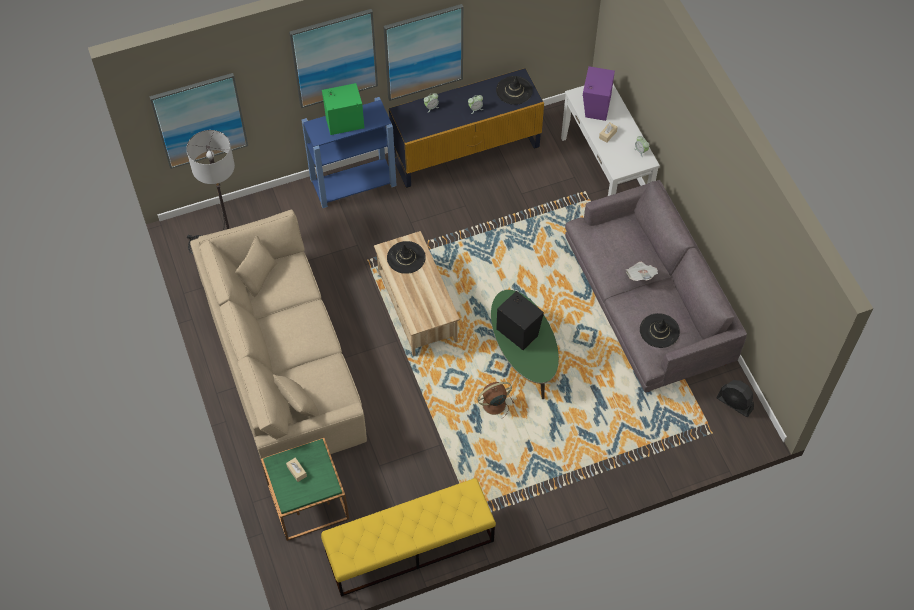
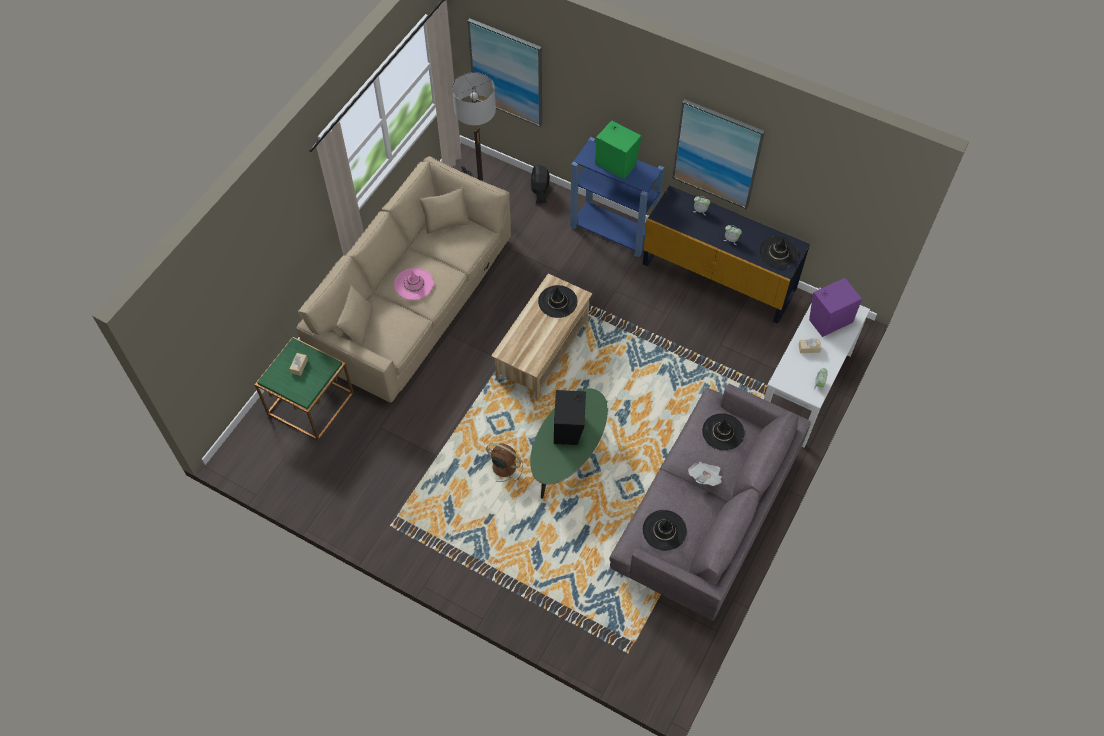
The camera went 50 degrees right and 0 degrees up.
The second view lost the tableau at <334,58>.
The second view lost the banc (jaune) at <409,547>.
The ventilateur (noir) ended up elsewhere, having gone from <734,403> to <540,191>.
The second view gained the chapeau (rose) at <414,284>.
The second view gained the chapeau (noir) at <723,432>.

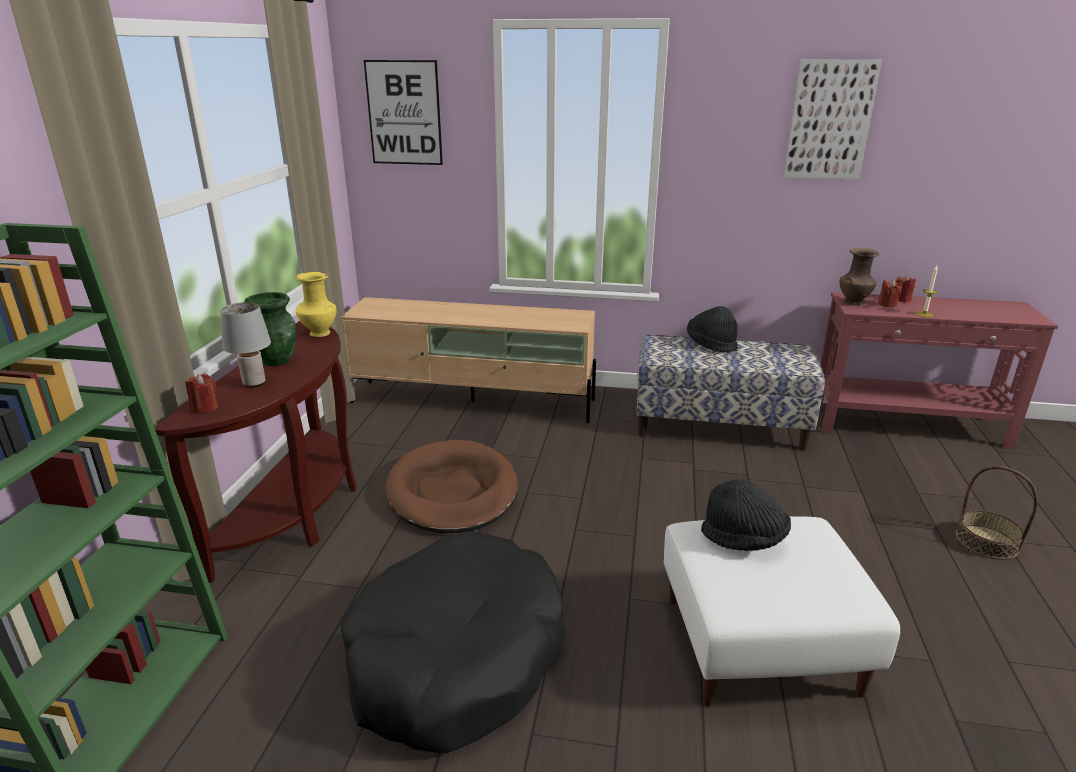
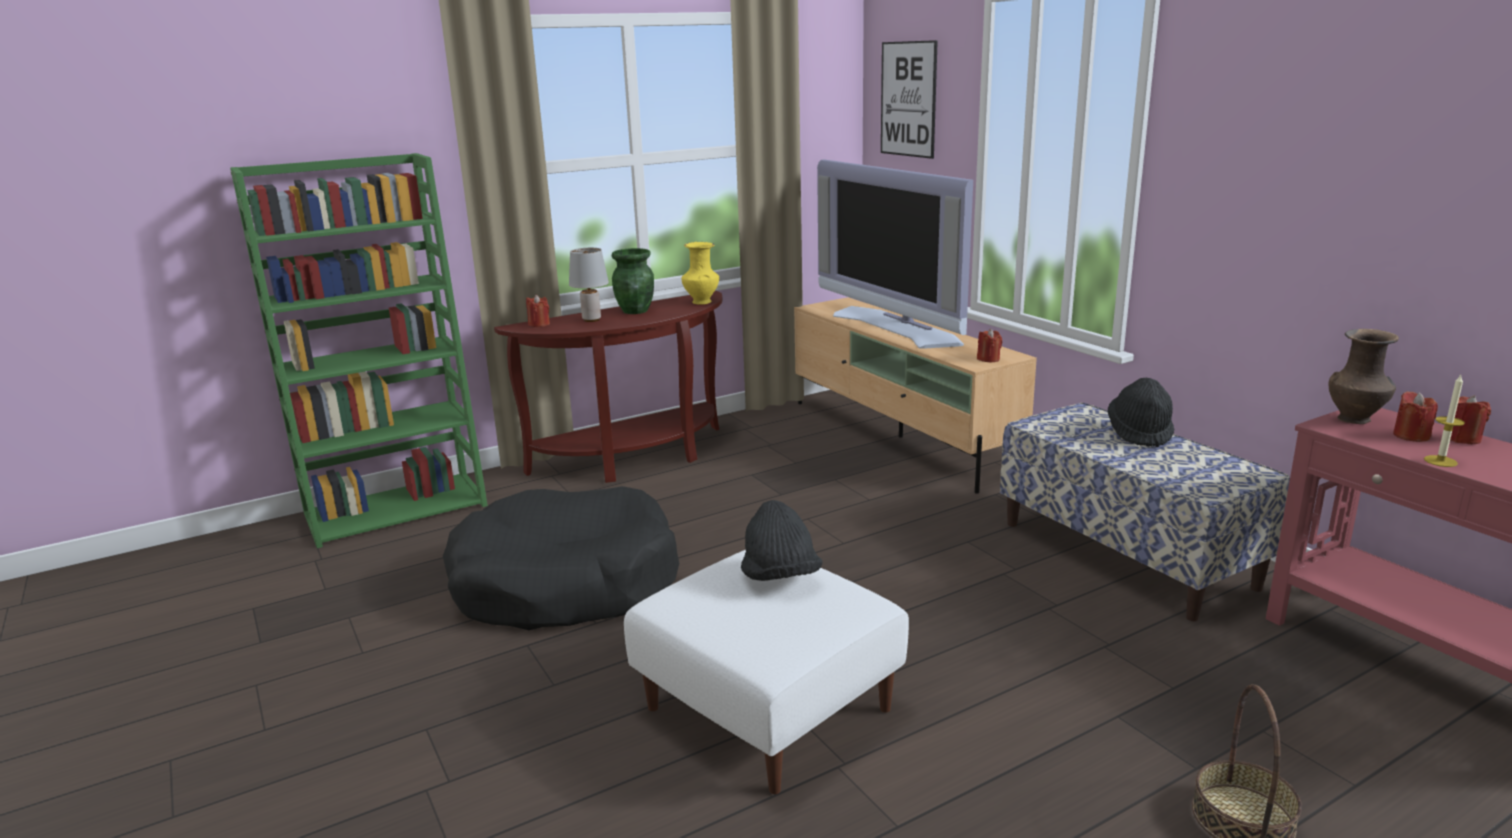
The camera went 50 degrees right and 5 degrees down.
The second view lost the panier pour chien (marron) at <452,492>.
The second view lost the tableau at <830,120>.
The second view gained the téléviseur at <896,327>.
The second view gained the bougie (rouge) at <988,359>.

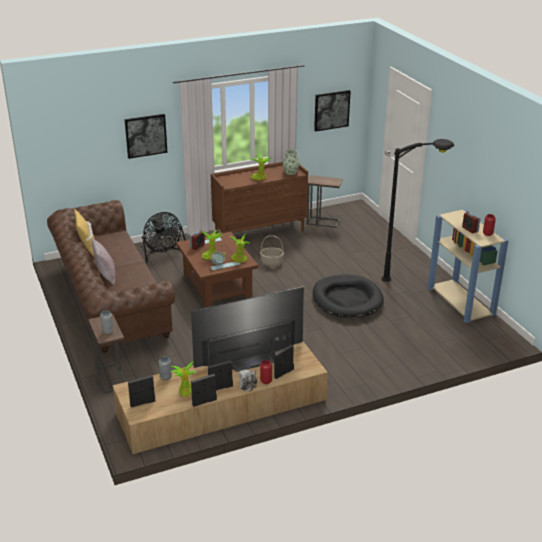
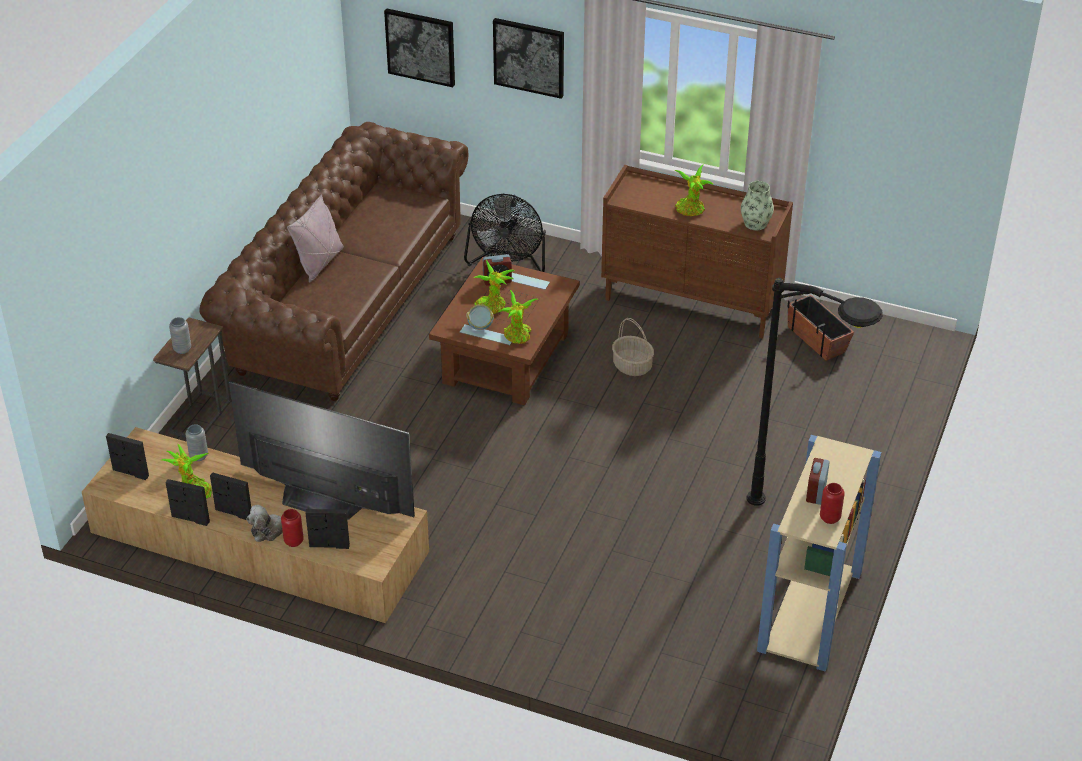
The camera went 45 degrees right and 10 degrees up.
The second view lost the coussin (jaune) at <87,249>.
Where the table d'appoint (marron) stood at <322,222>, the cache-pot came to stand at <817,339>.
The second view lost the panier pour chien (noir) at <347,299>.
The tableau ended up elsewhere, having gone from <331,110> to <421,46>.

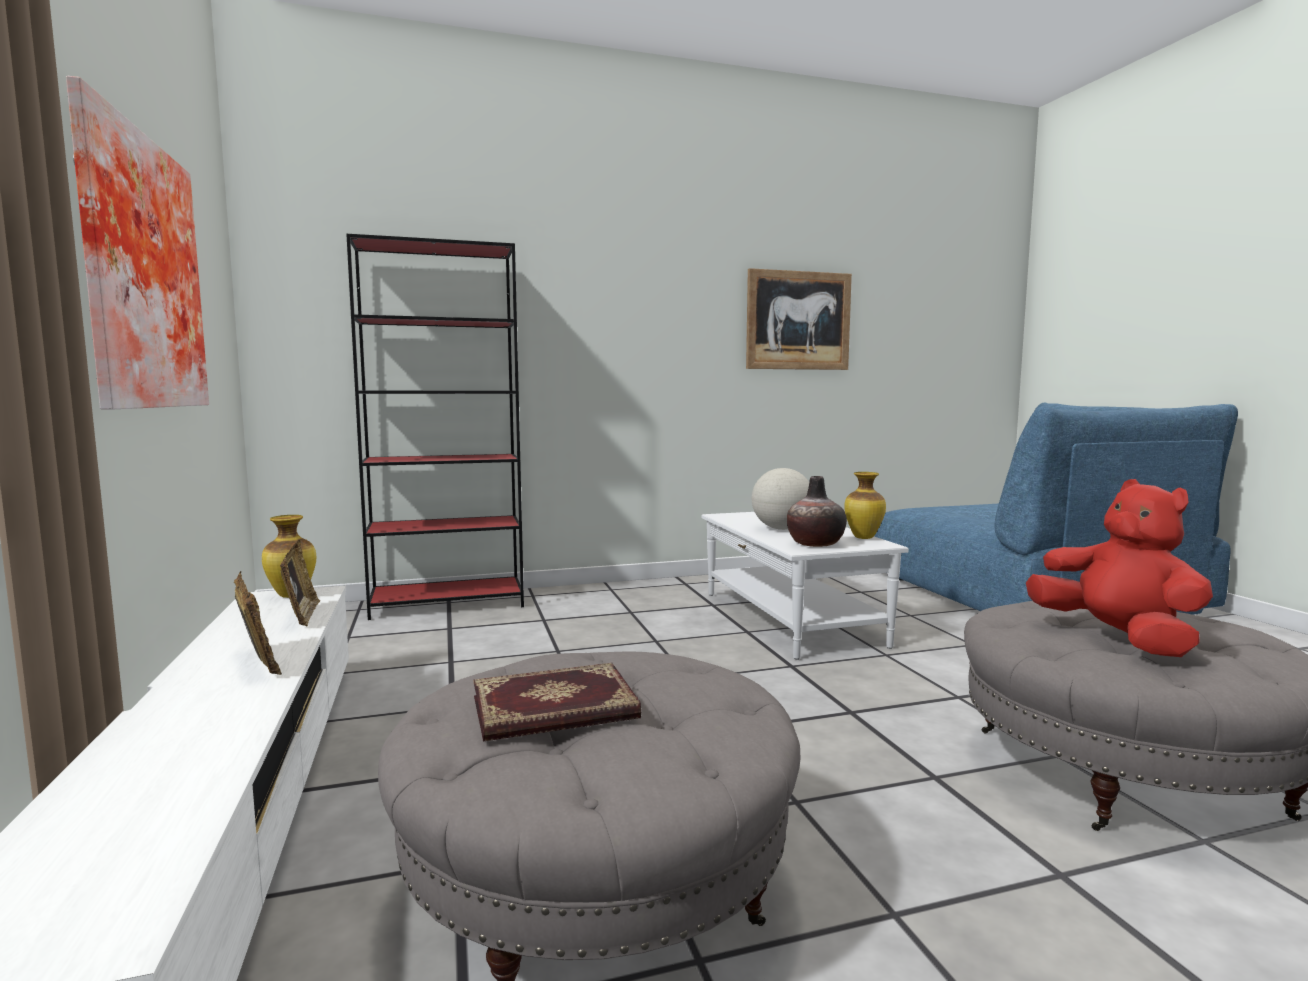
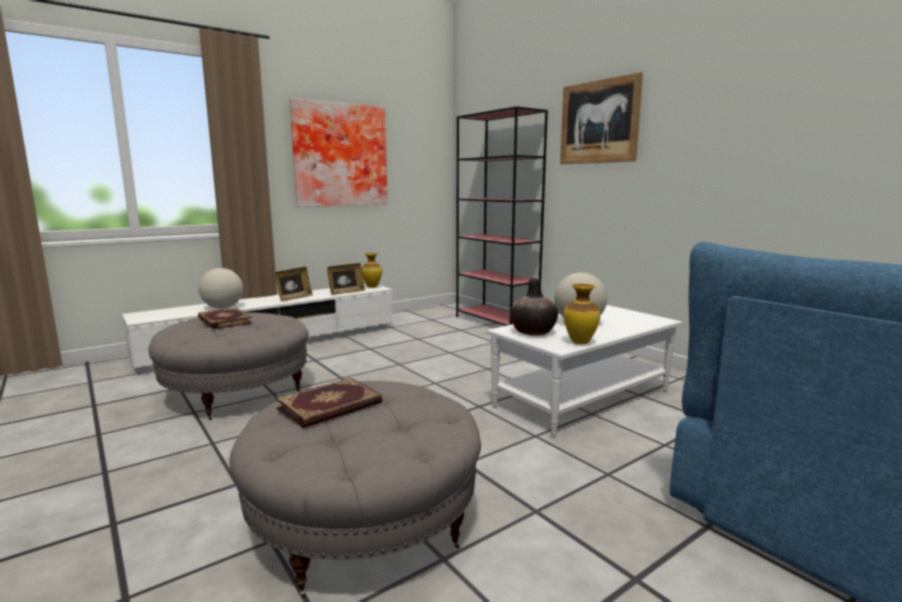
The camera went 70 degrees right and 5 degrees up.
The tableau ended up elsewhere, having gone from <798,321> to <599,122>.
Where the peluche (rouge) stood at <1117,638>, the livre came to stand at <330,406>.
The second view gained the globe at <222,308>.

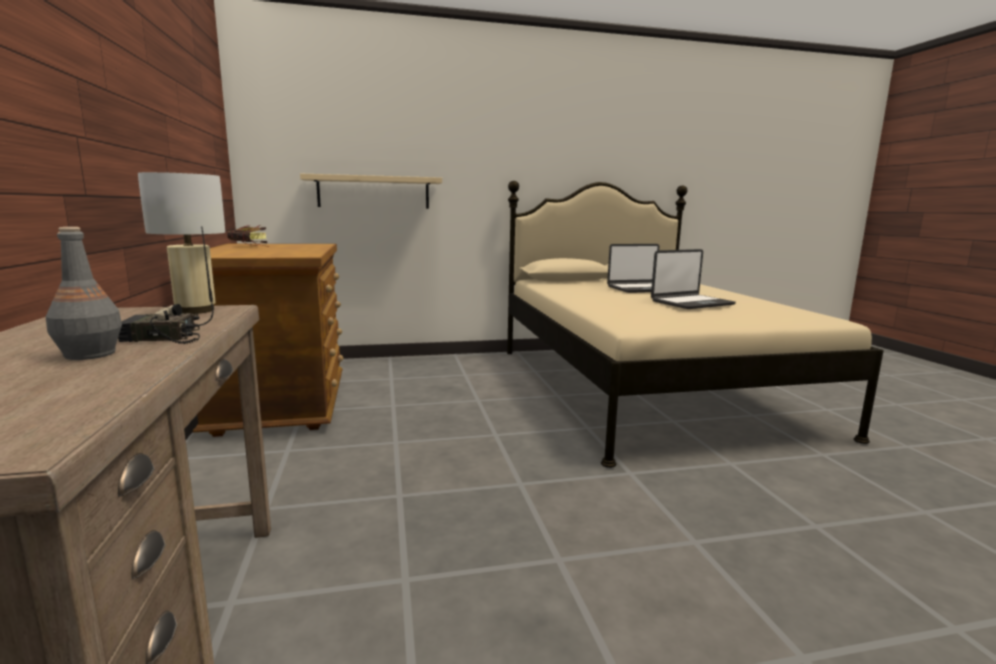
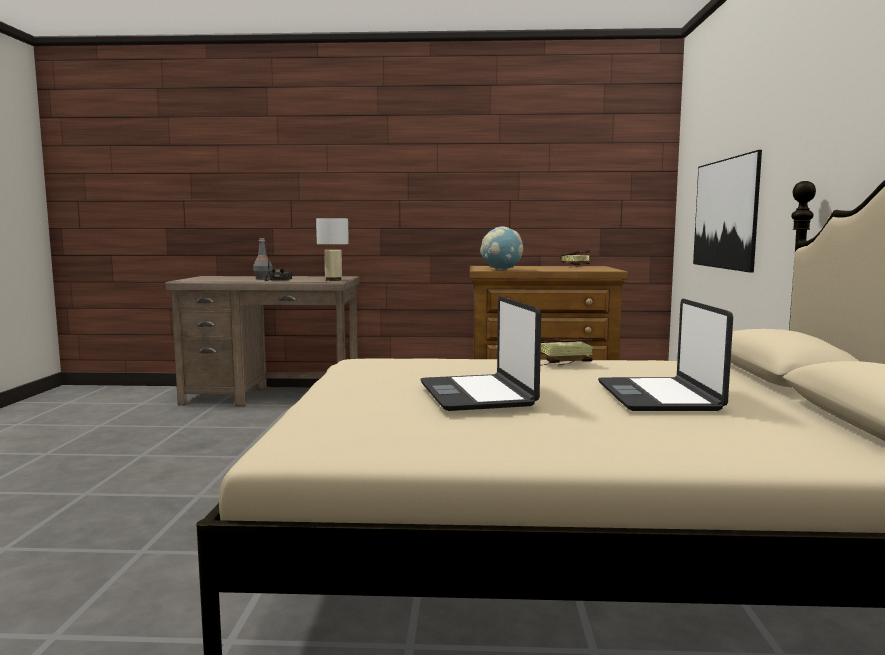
The camera went 105 degrees right and 5 degrees down.
Where the étagère (beige) hung at <373,192>, the tableau came to hang at <724,214>.
The second view gained the globe at <501,269>.
The second view gained the livre at <559,363>.

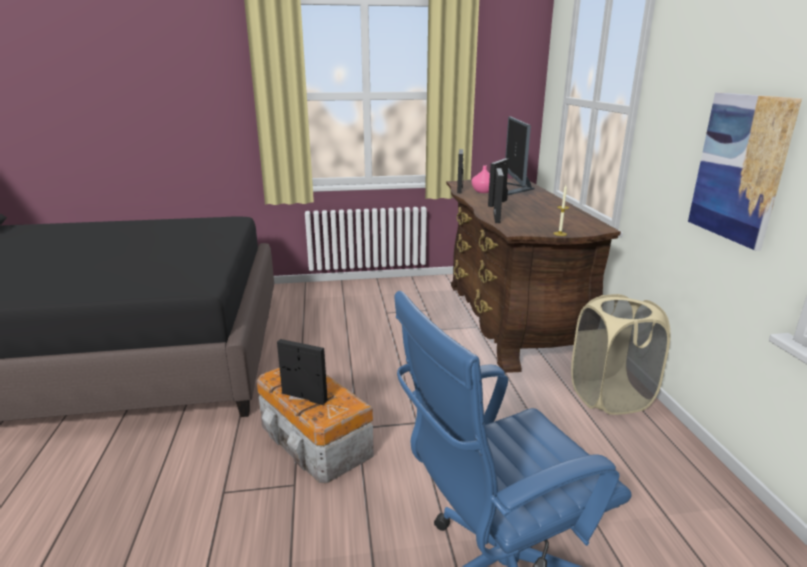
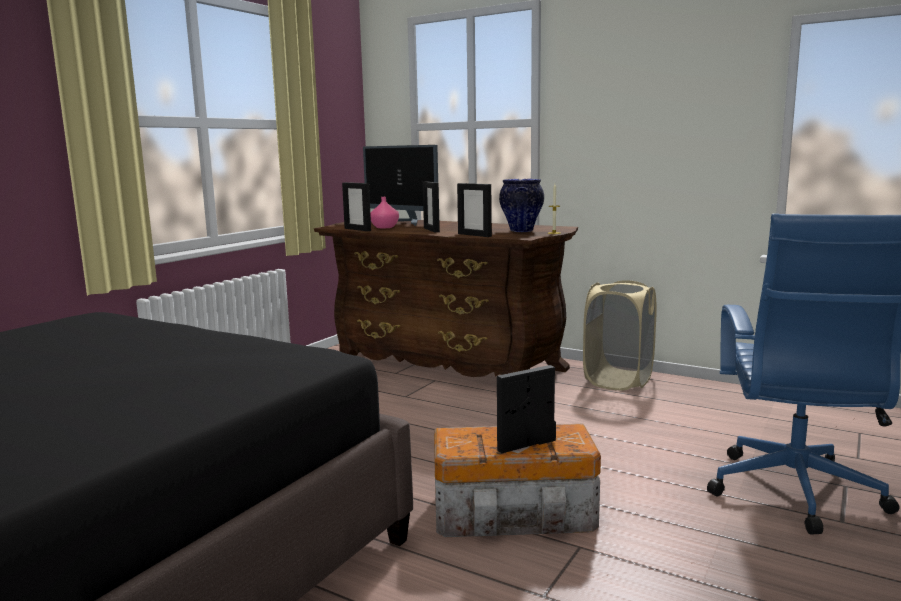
The camera went 50 degrees left and 10 degrees down.
The second view lost the tableau at <739,168>.
The second view gained the vase at <521,231>.

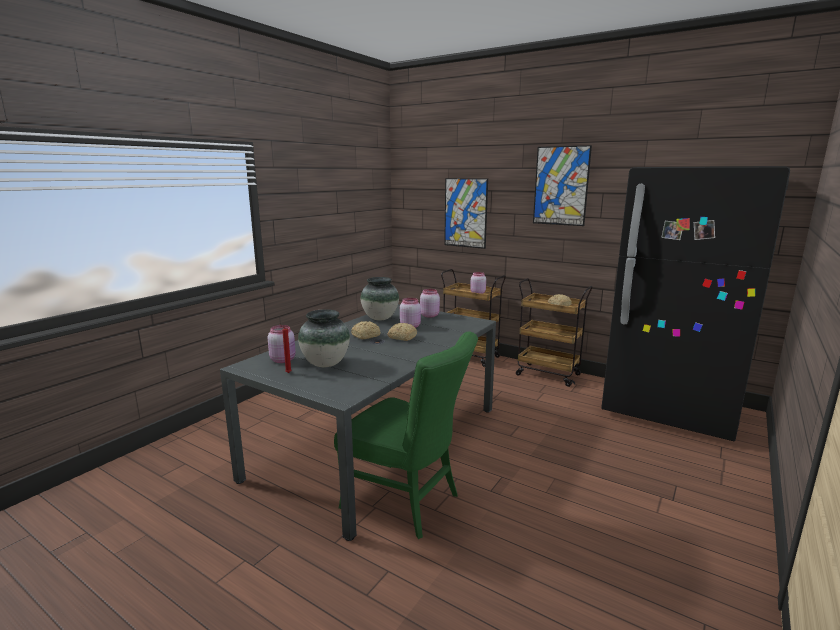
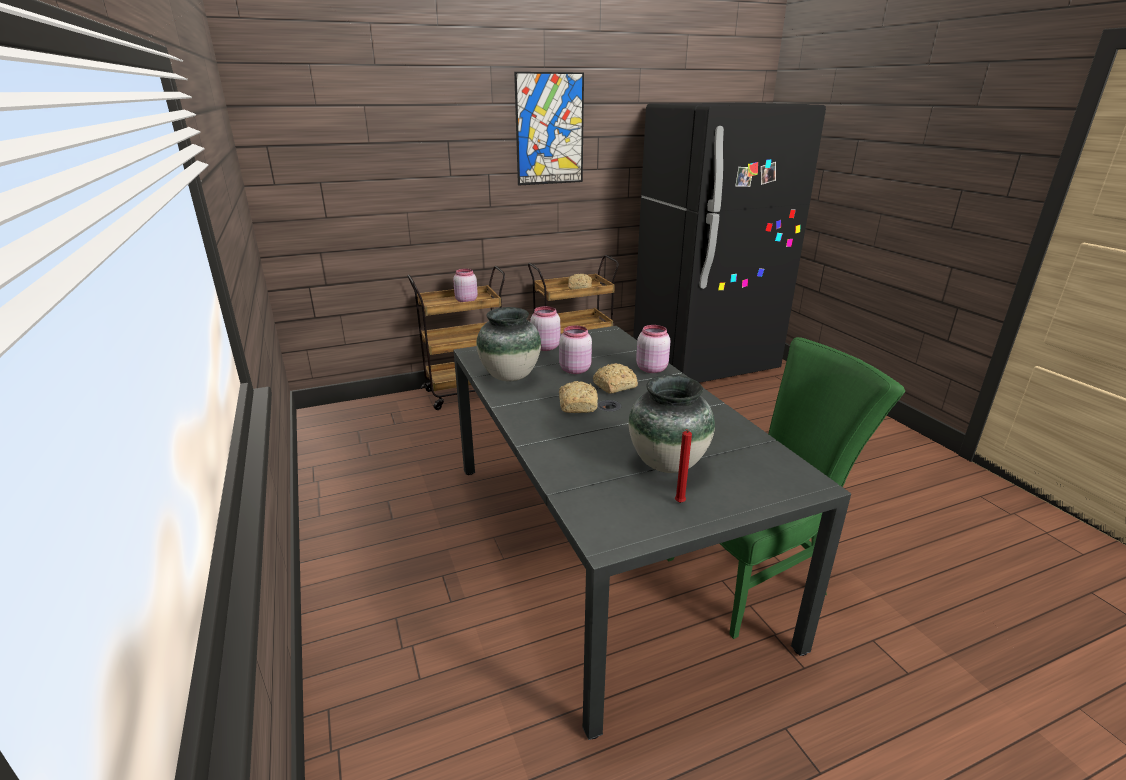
The camera went 55 degrees left and 10 degrees up.
The bocal (rose) ended up elsewhere, having gone from <283,360> to <651,368>.
The second view lost the tableau at <465,213>.

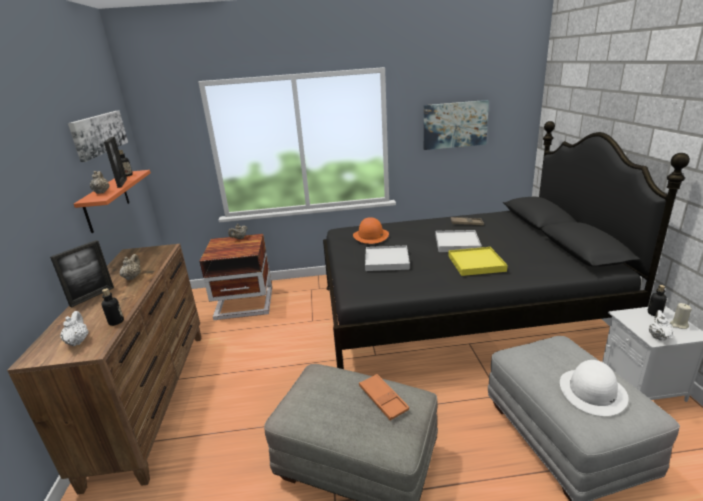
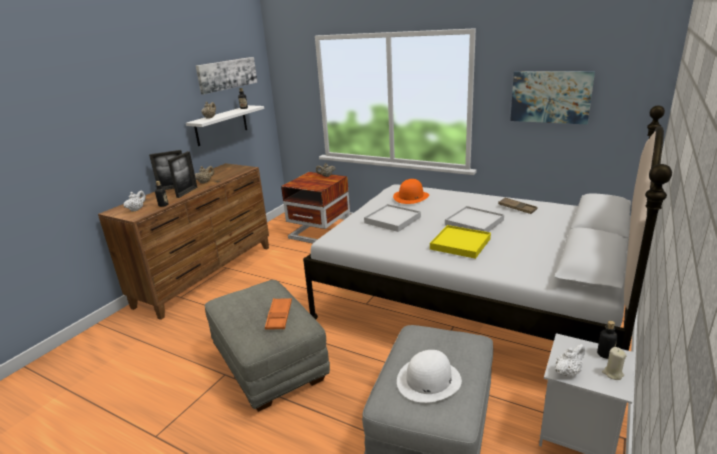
The camera went 35 degrees right and 0 degrees up.
What was the étagère (orange) at <106,201> turned into the étagère (blanc) at <221,125>.
The cadre photo ended up elsewhere, having gone from <122,183> to <187,192>.
What was the lit (noir) at <457,317> turned into the lit (blanc) at <472,302>.

